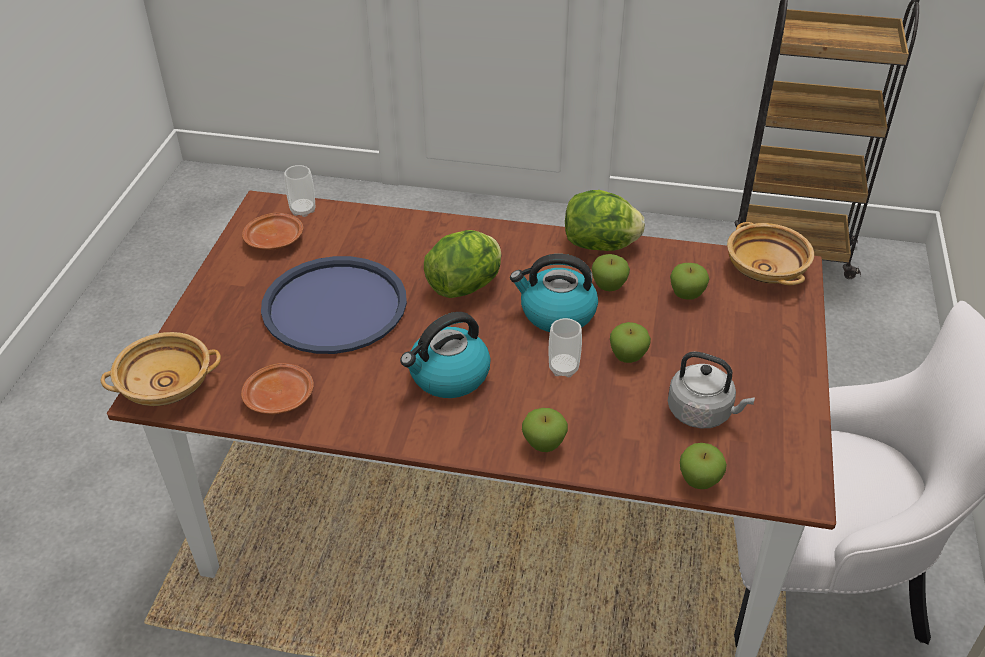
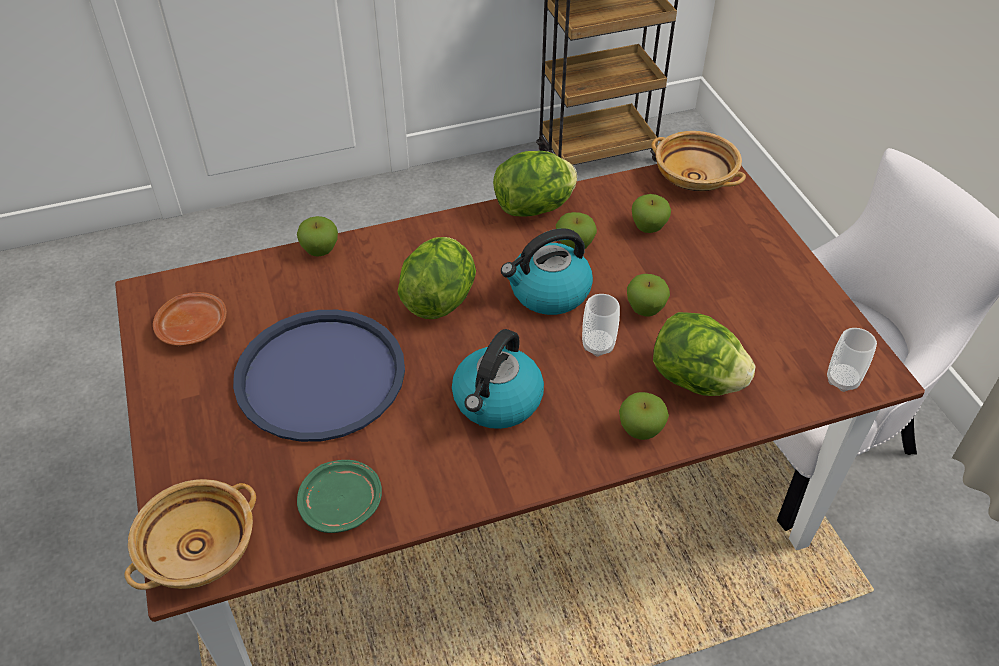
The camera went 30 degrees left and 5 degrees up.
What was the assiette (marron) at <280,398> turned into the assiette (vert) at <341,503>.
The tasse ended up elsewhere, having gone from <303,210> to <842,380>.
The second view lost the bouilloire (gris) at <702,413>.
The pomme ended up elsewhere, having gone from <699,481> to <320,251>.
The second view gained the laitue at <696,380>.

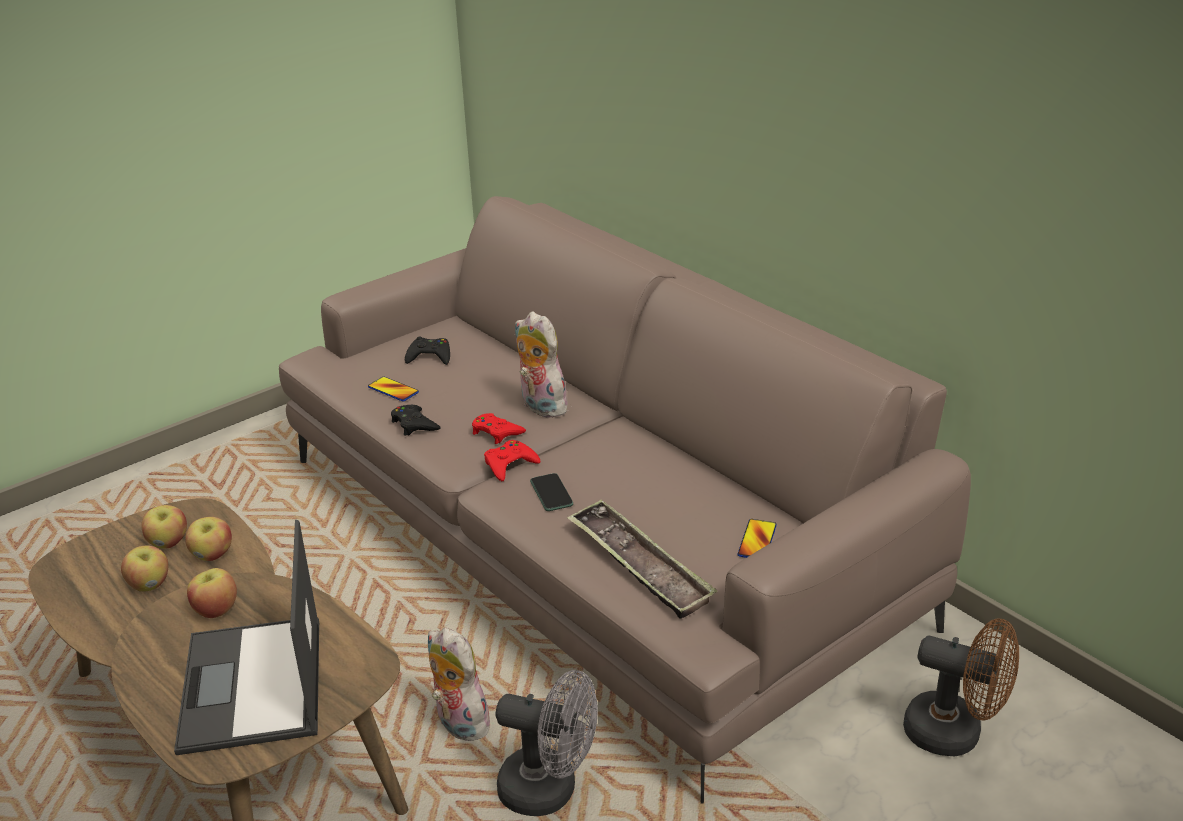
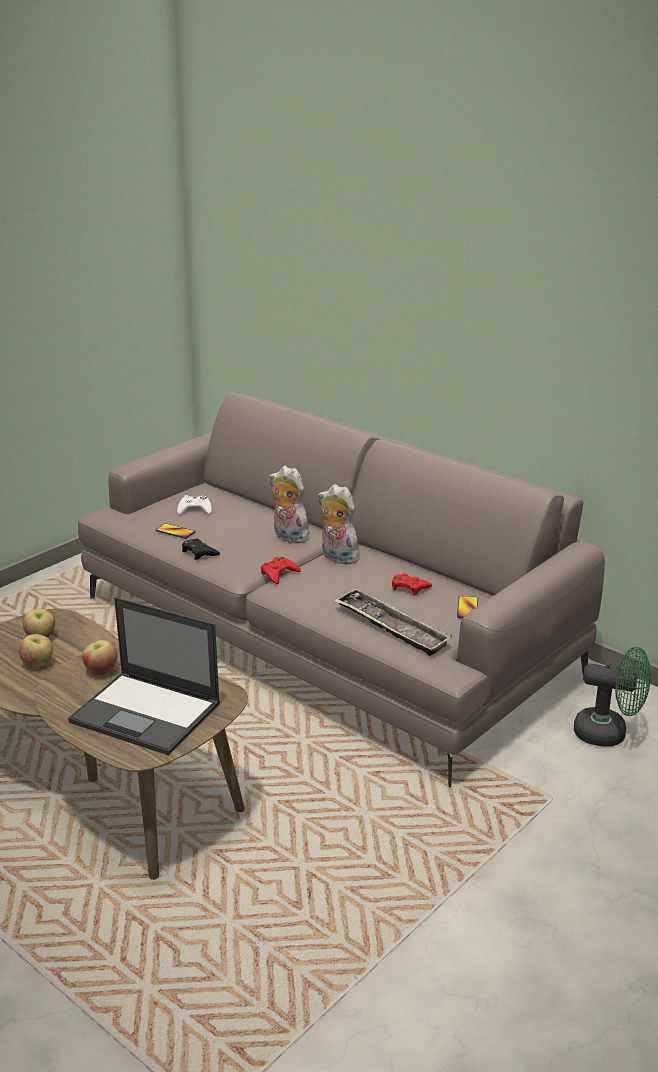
The camera went 10 degrees left and 5 degrees down.
The ordinateur portable at <253,686> ended up facing another way, 45 degrees counterclockwise from before.
The second view lost the pomme at <212,555>.
What was the manette (noir) at <430,356> turned into the manette (blanc) at <195,509>.
The peluche ended up elsewhere, having gone from <458,724> to <337,557>.
The manette (rouge) ended up elsewhere, having gone from <496,432> to <409,588>.
The second view lost the ventilateur (gris) at <550,790>.
The second view lost the téléphone at <551,493>.
What was the ventilateur (marron) at <955,733> turned into the ventilateur (vert) at <609,733>.

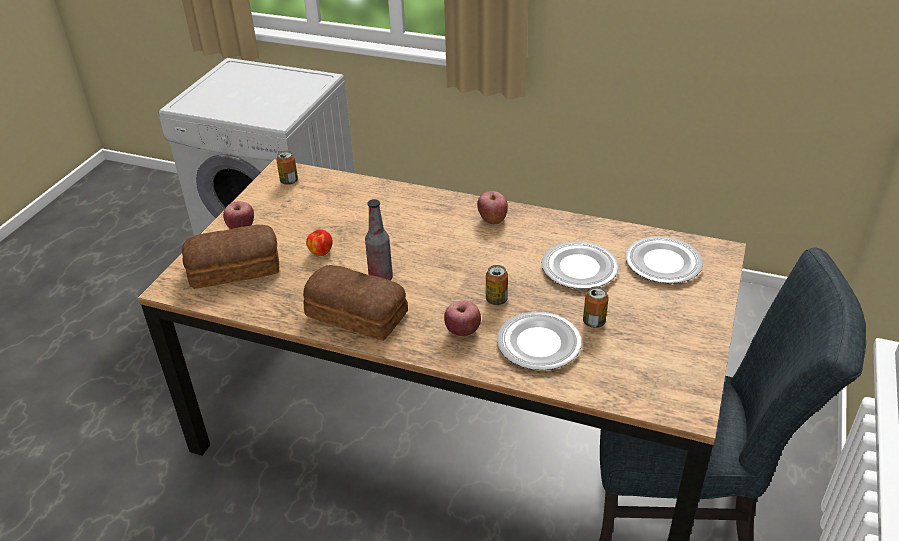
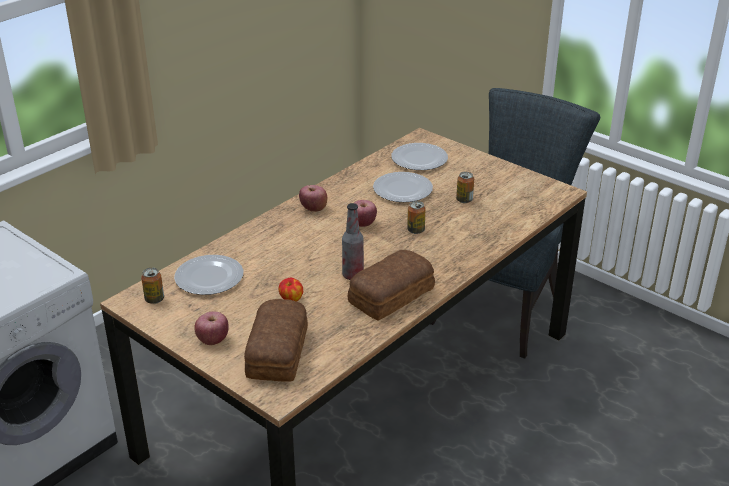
The camera went 70 degrees left and 5 degrees down.
The pomme ended up elsewhere, having gone from <463,331> to <363,224>.
The assiette ended up elsewhere, having gone from <537,343> to <208,278>.

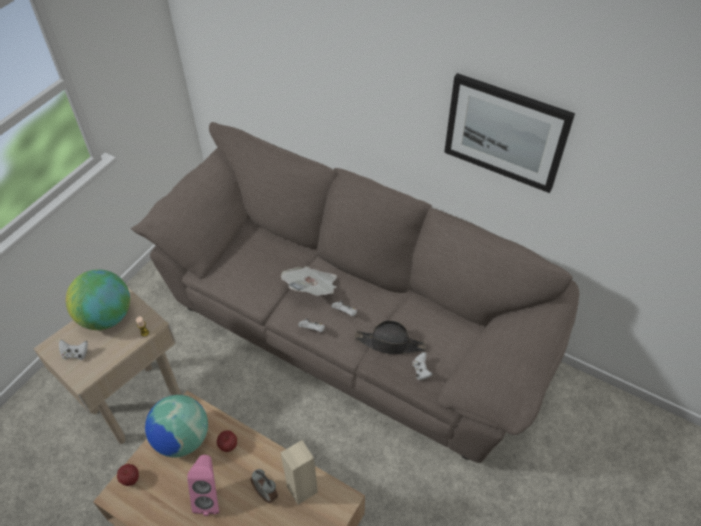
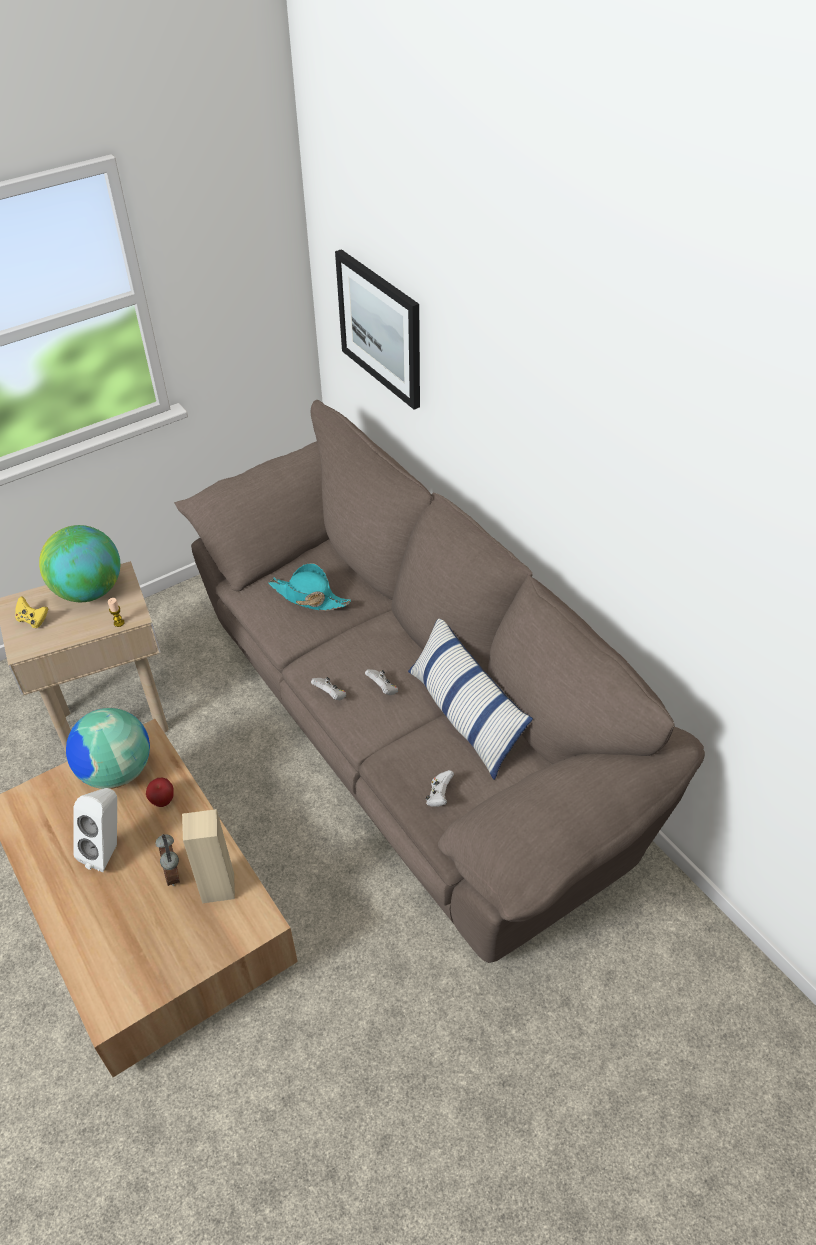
The camera went 25 degrees right and 5 degrees down.
What was the manette (blanc) at <75,354> turned into the manette (jaune) at <33,620>.
The second view lost the pomme at <131,480>.
What was the enceinte (rose) at <210,496> turned into the enceinte (blanc) at <108,850>.
The second view lost the journal at <312,289>.
The second view lost the chapeau (noir) at <390,343>.
The tableau ended up elsewhere, having gone from <505,132> to <380,328>.
The second view gained the chapeau (turquoise) at <309,597>.
The second view gained the coussin at <464,715>.

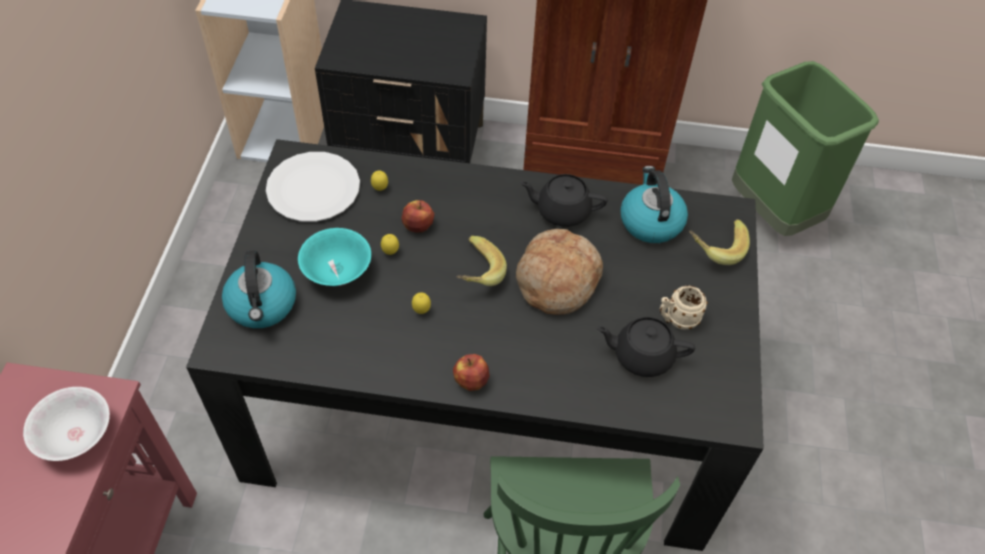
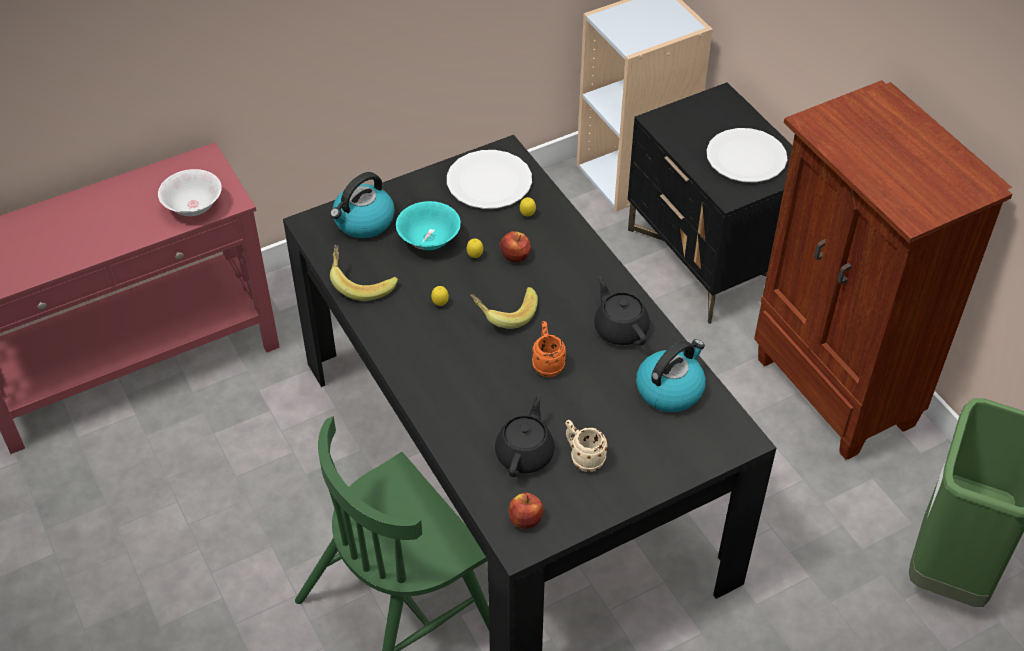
The camera went 55 degrees right and 5 degrees down.
The pomme ended up elsewhere, having gone from <471,381> to <525,520>.
Where the pain stood at <557,279>, the mug (orange) came to stand at <547,363>.
The théière (noir) at <641,355> ended up facing another way, 45 degrees clockwise from before.
The banane ended up elsewhere, having gone from <715,247> to <362,282>.
The second view gained the assiette (blanc) at <746,157>.

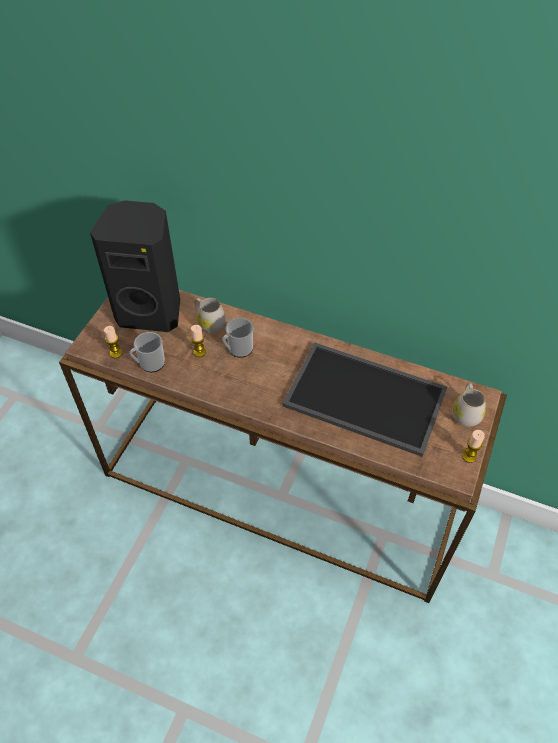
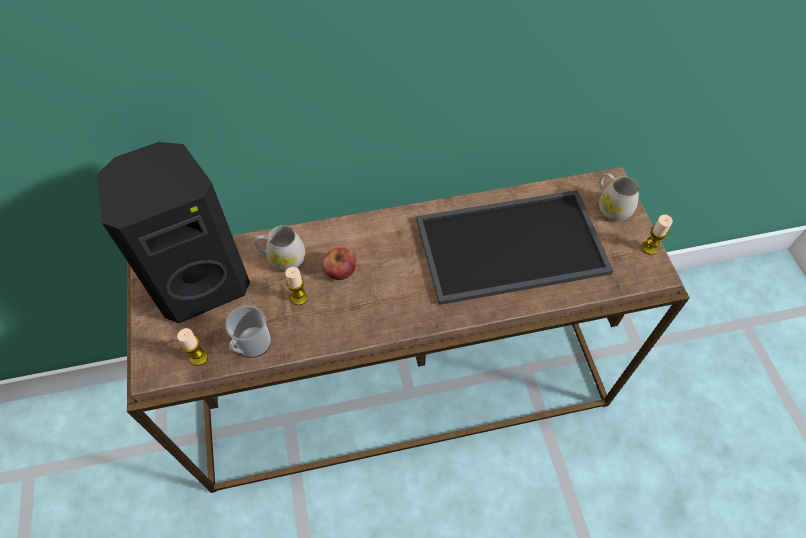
The camera went 35 degrees left and 5 degrees up.
Where the mug stood at <238,349>, the pomme came to stand at <340,270>.

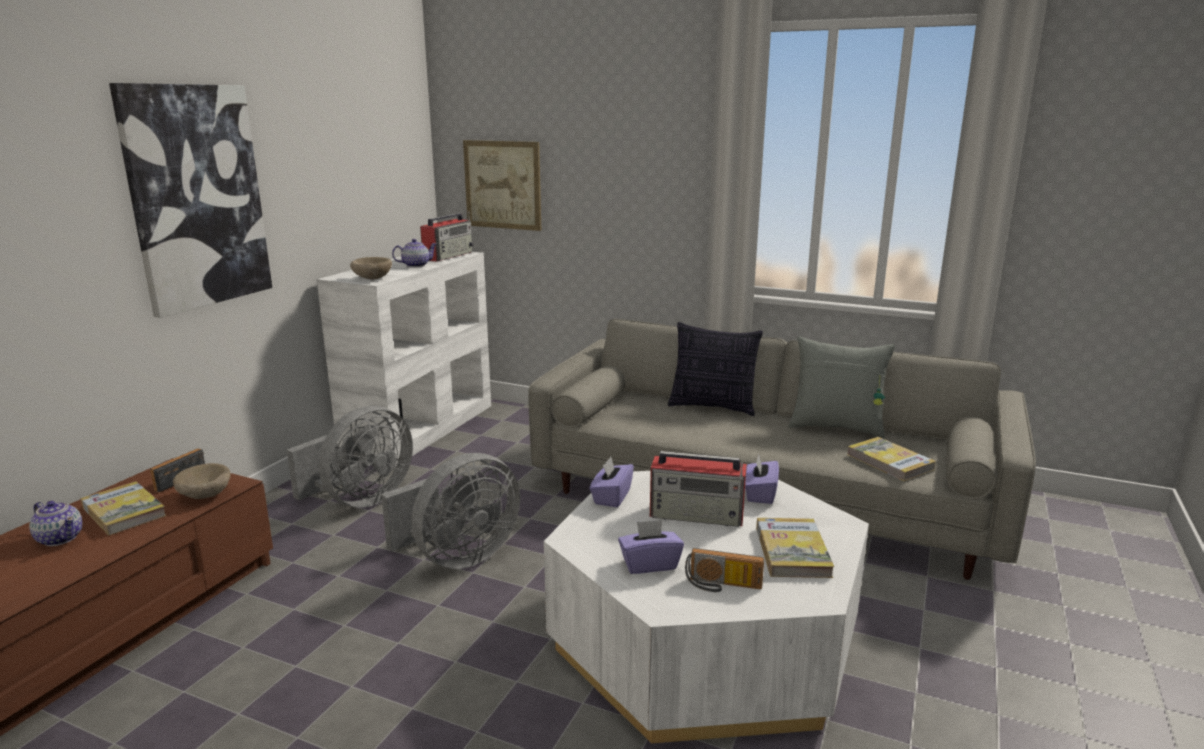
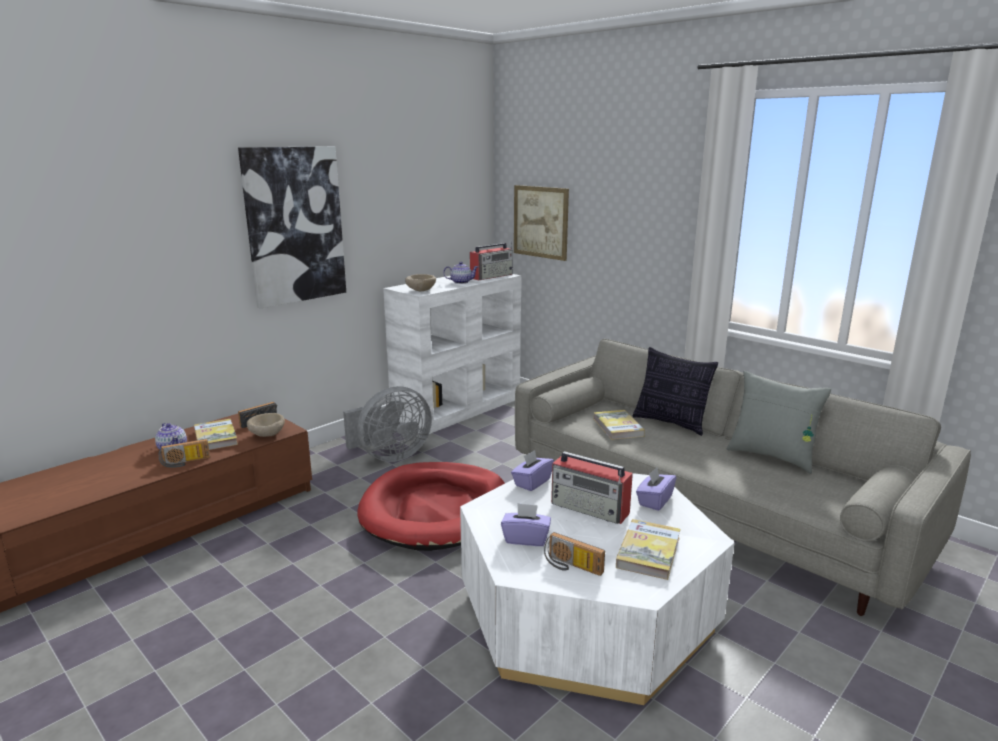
The camera went 20 degrees right and 0 degrees up.
Where the ventilateur (gris) stood at <458,557>, the panier pour chien (rouge) came to stand at <435,510>.
The livre ended up elsewhere, having gone from <889,462> to <618,427>.
The second view gained the radio at <185,462>.

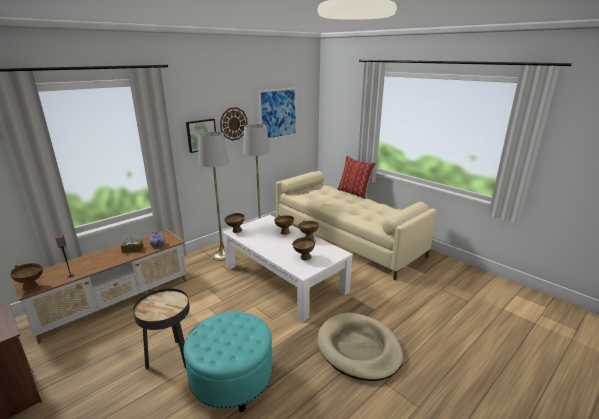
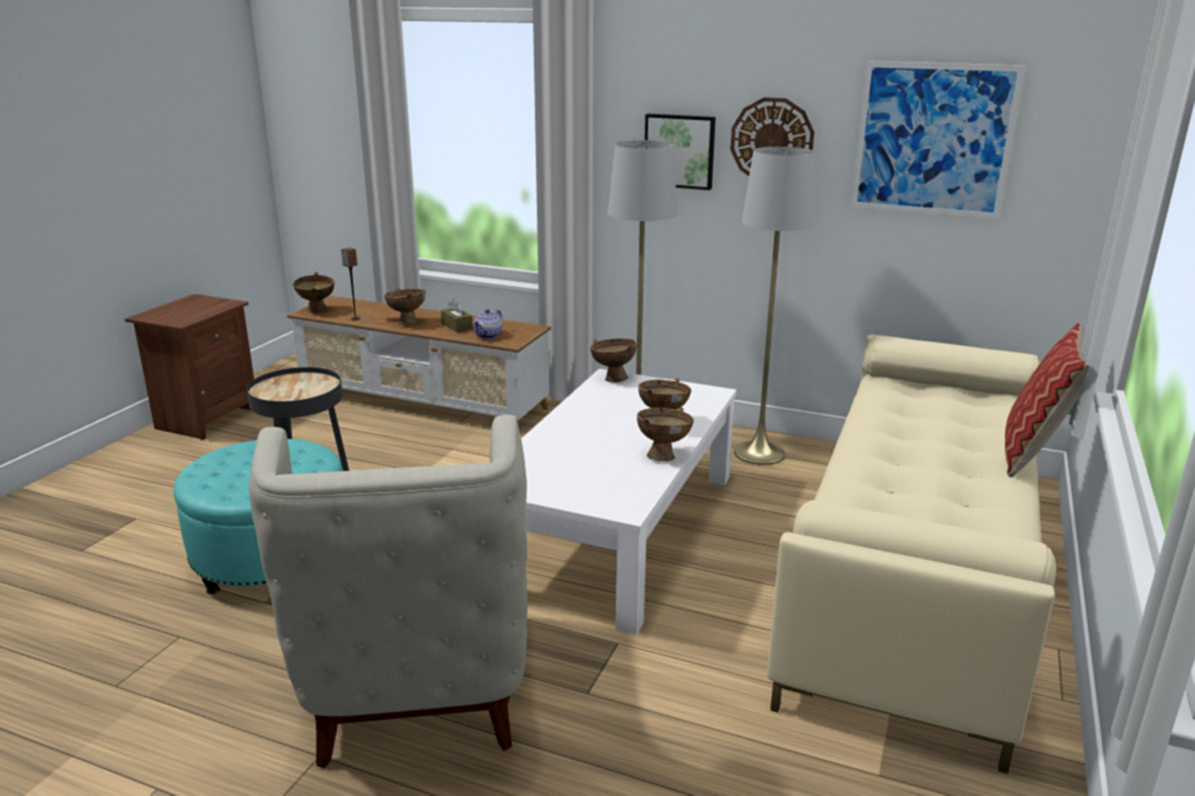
The camera went 65 degrees right and 0 degrees up.
The bol (marron) ended up elsewhere, having gone from <303,258> to <406,322>.
Where the panier pour chien (beige) stood at <358,348>, the fauteuil (beige) came to stand at <418,694>.

